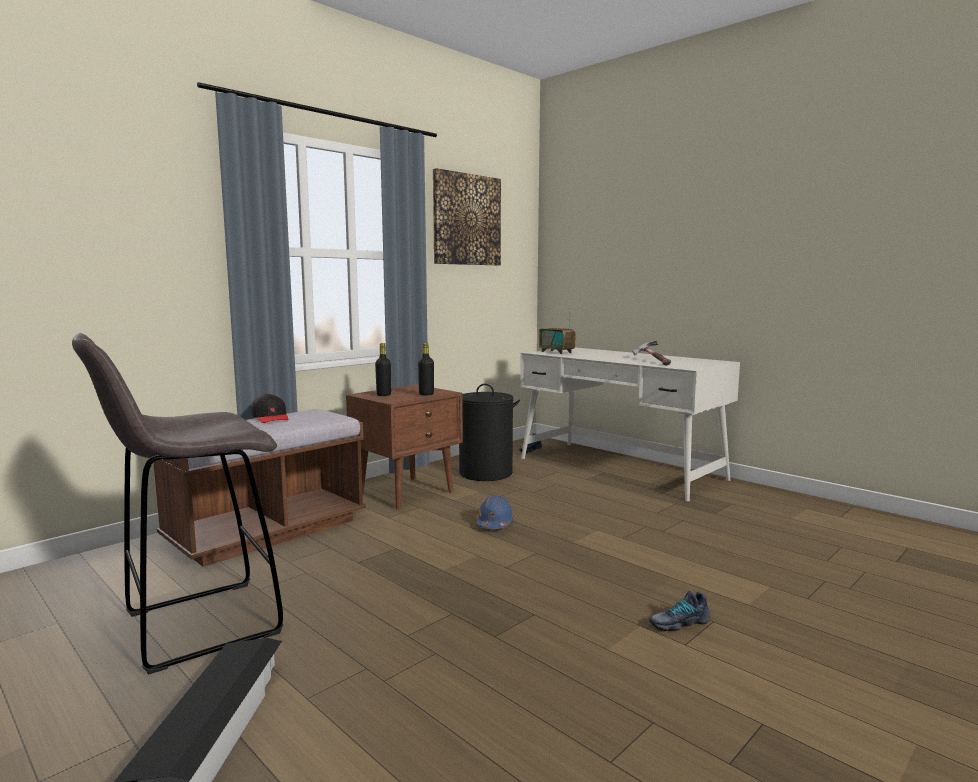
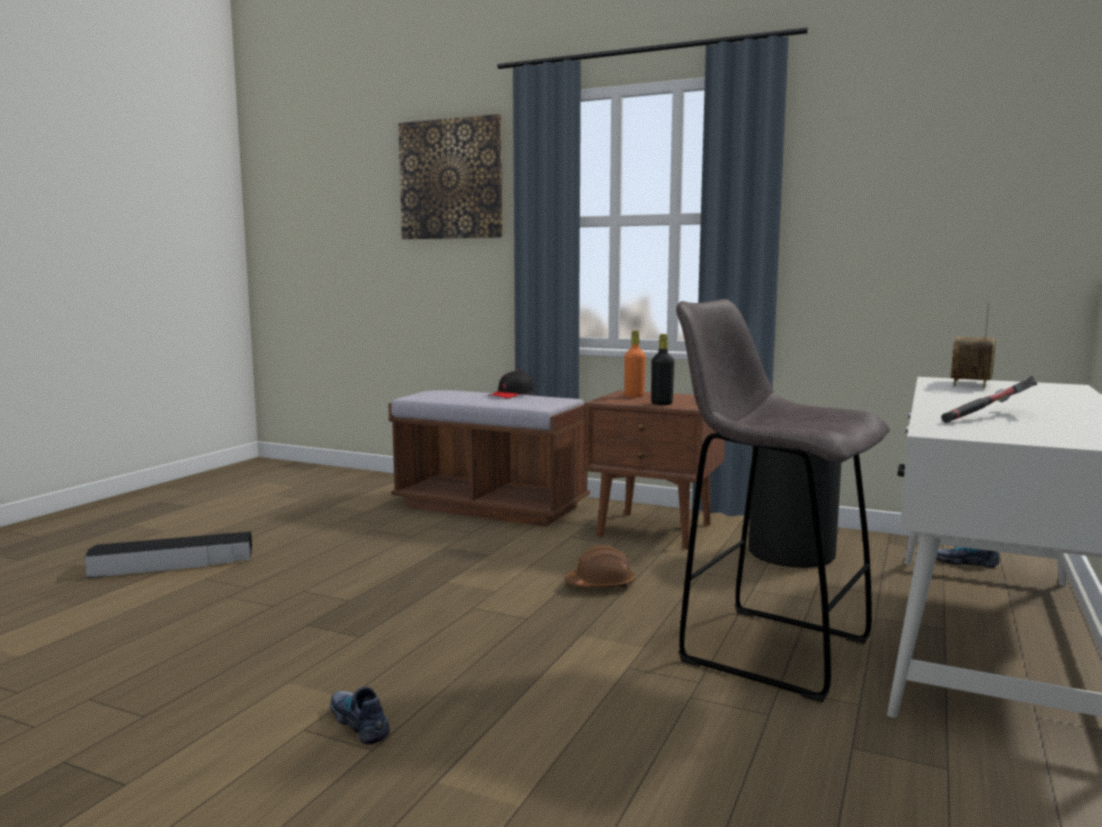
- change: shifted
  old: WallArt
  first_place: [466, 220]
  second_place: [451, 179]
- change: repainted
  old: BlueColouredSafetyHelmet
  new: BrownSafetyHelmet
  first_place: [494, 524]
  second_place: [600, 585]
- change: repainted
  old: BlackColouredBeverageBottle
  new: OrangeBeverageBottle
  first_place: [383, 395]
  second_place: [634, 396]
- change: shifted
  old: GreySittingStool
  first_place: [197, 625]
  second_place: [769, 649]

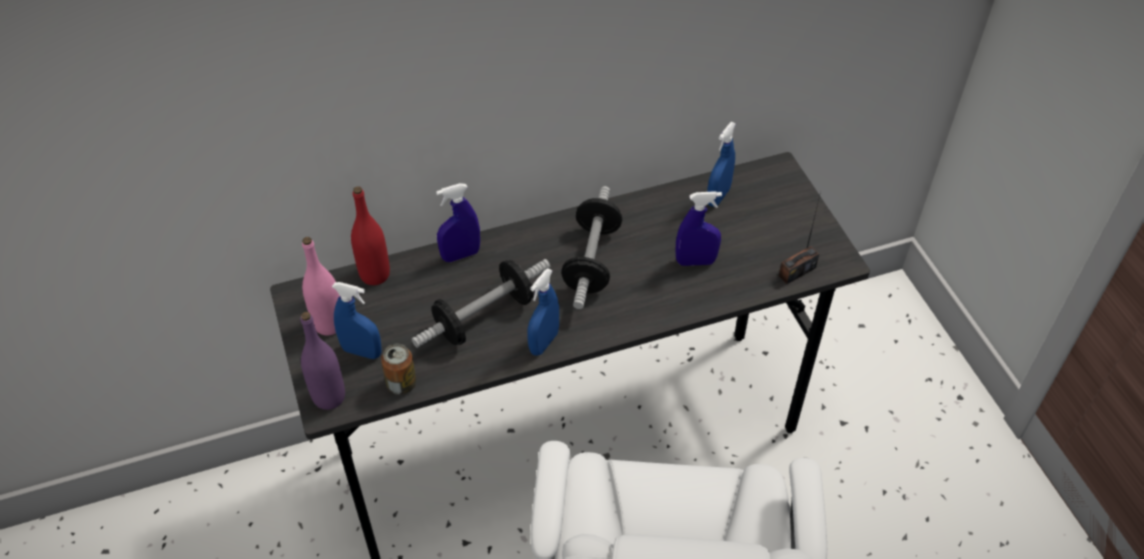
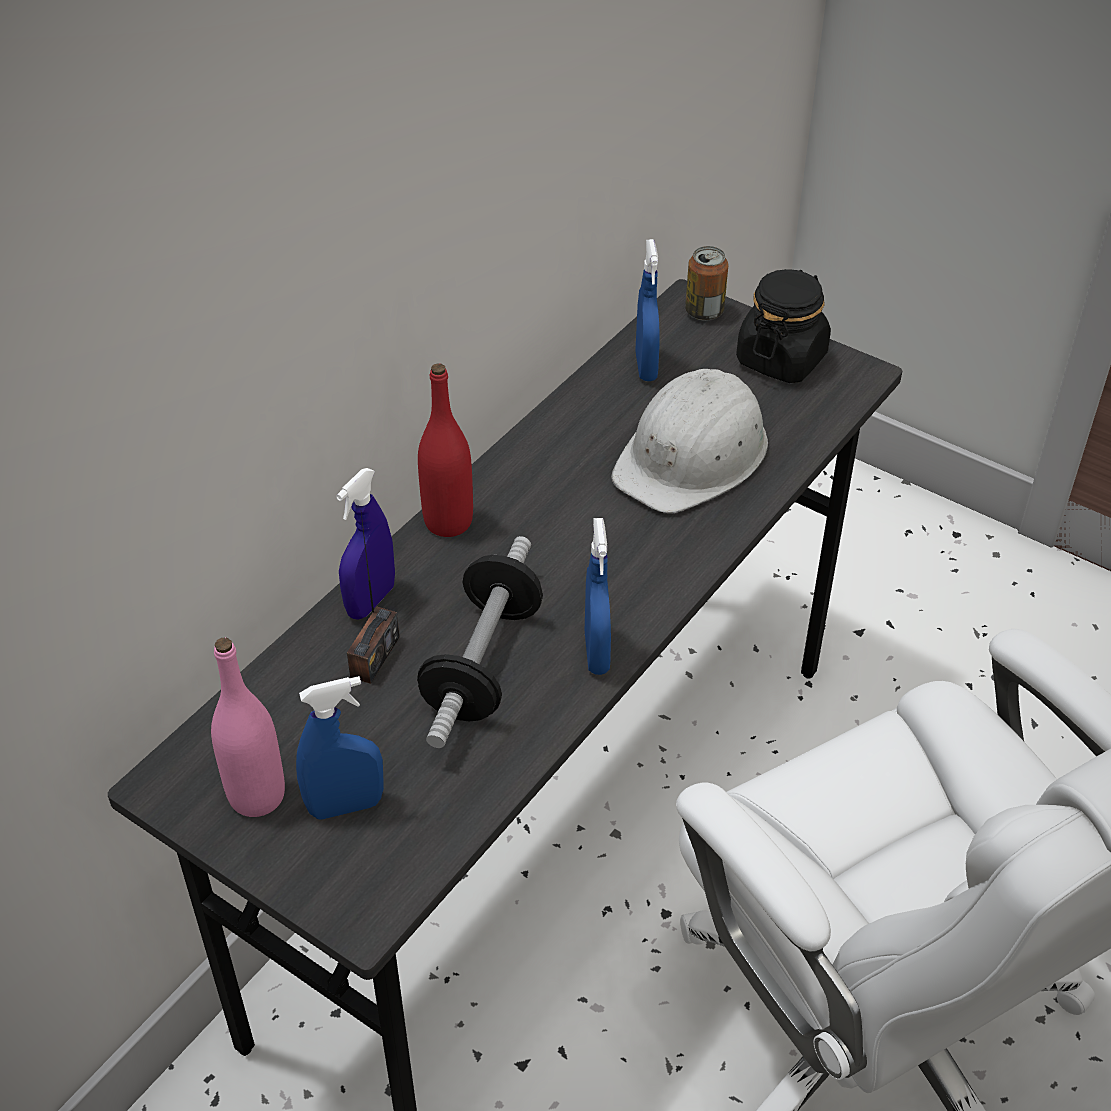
- change: shifted
  old: Radio
  first_place: [796, 271]
  second_place: [374, 656]
- change: shifted
  old: RedBeverageBottle
  first_place: [375, 274]
  second_place: [448, 522]
- change: swapped
  old: BlueColouredSprayBottle
  new: WhiteSafetyHelmet
  first_place: [695, 261]
  second_place: [693, 455]
- change: shifted
  old: MetalCan
  first_place: [401, 384]
  second_place: [704, 312]
- change: new
  new: BlackColouredStorageJar
  second_place: [781, 359]
- change: gone
  old: PurplishBeverageBottle
  first_place: [329, 397]
- change: gone
  old: Dumbbell
  first_place: [592, 260]

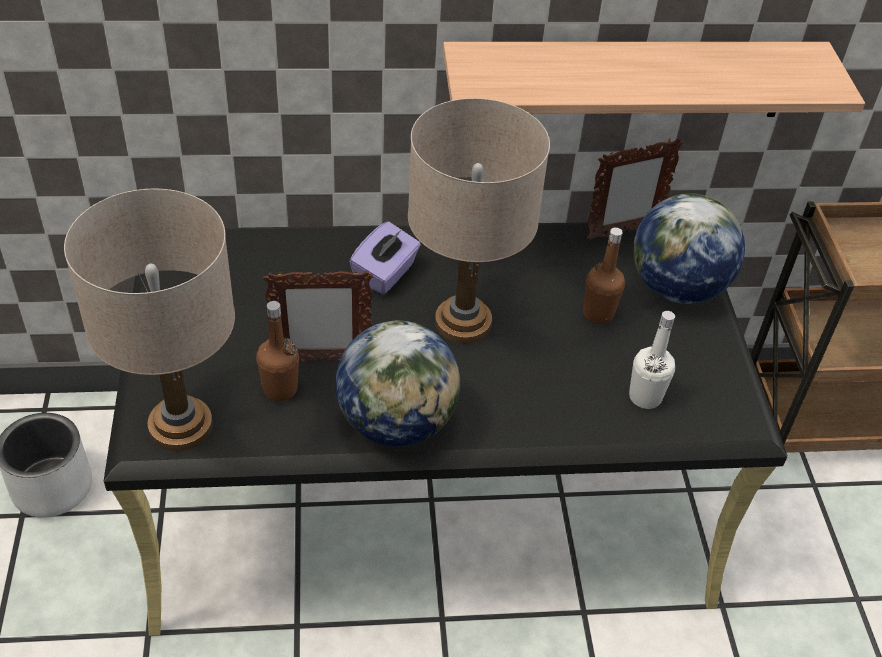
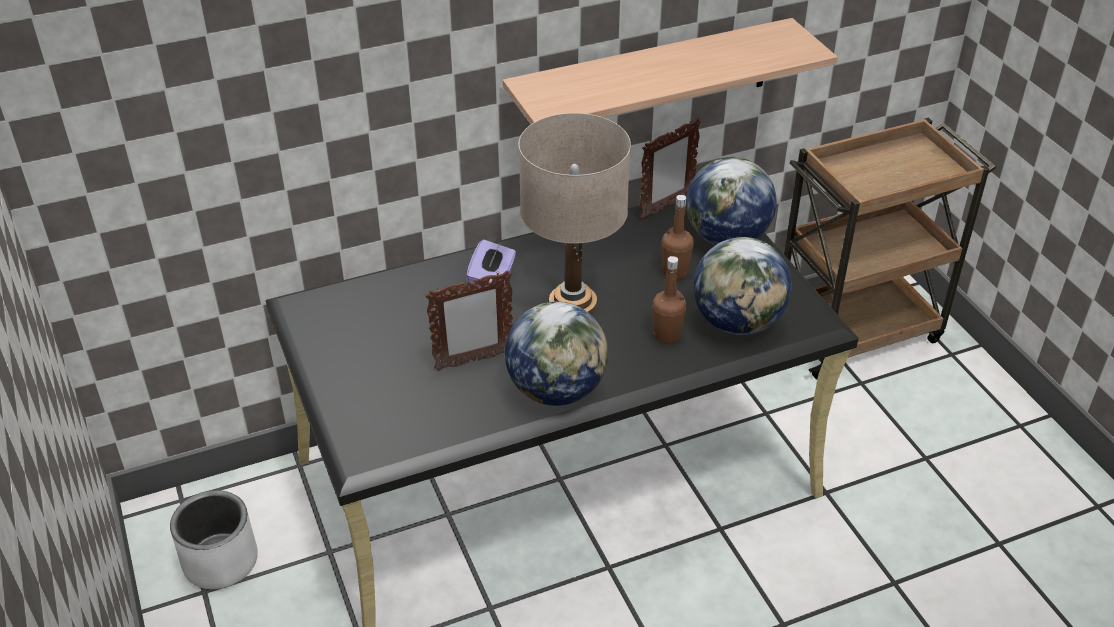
- change: shifted
  old: BrownBeverageBottle
  first_place: [280, 389]
  second_place: [667, 335]
- change: swapped
  old: WhiteBeverageBottle
  new: DeskGlobe
  first_place: [645, 397]
  second_place: [738, 322]
- change: gone
  old: BeigeTabletopLamp
  first_place: [180, 426]

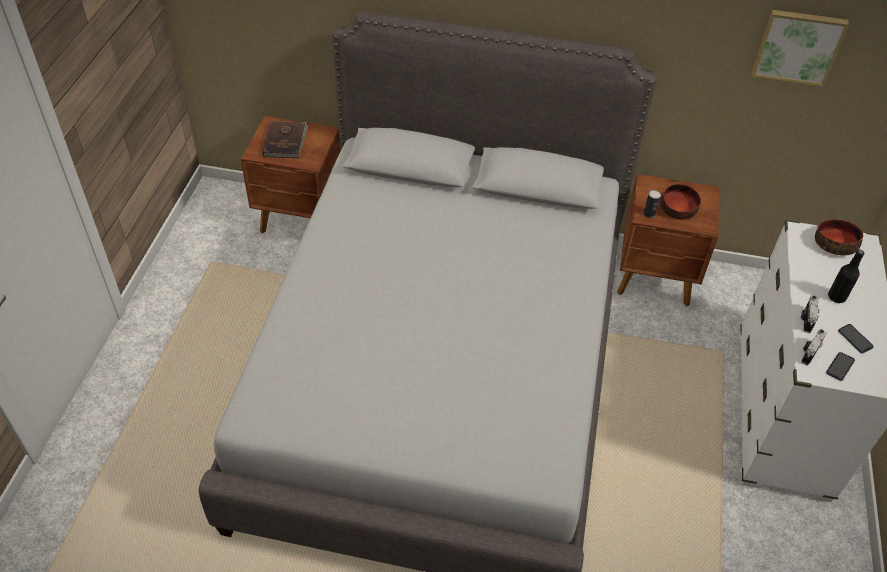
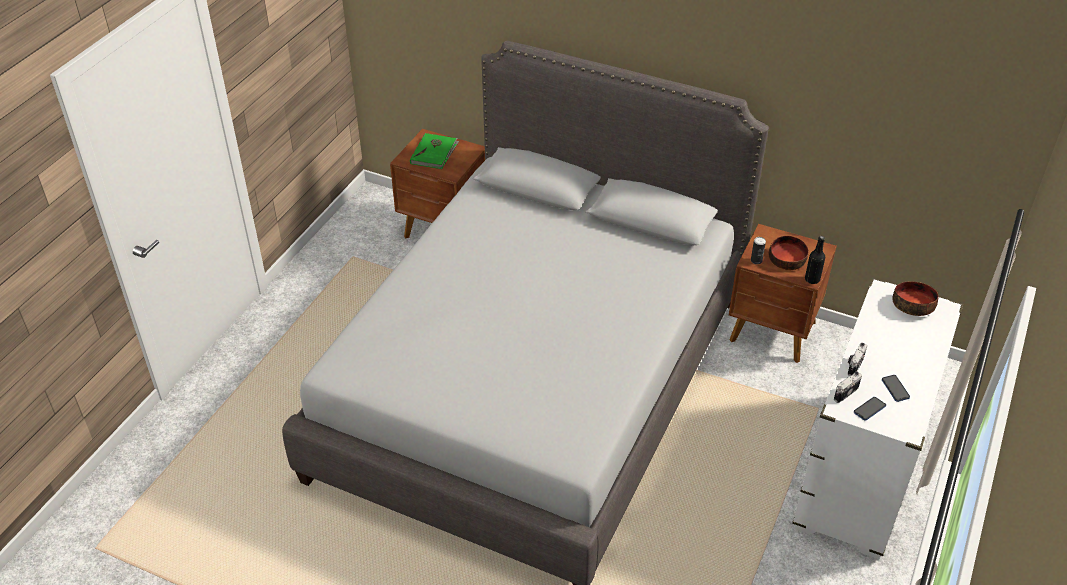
- change: repainted
  old: BrownBoundBook
  new: GreenBoundBook
  first_place: [285, 141]
  second_place: [434, 153]
- change: shifted
  old: BlackColouredBeverageBottle
  first_place: [836, 297]
  second_place: [812, 279]
- change: gone
  old: WallArt
  first_place: [798, 46]

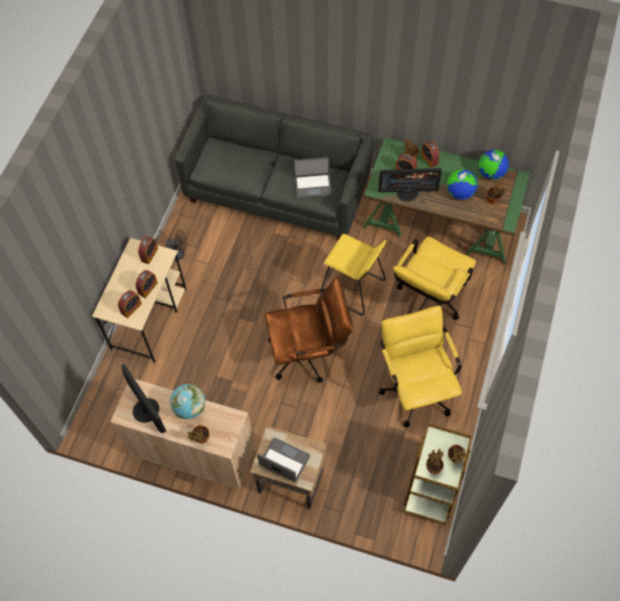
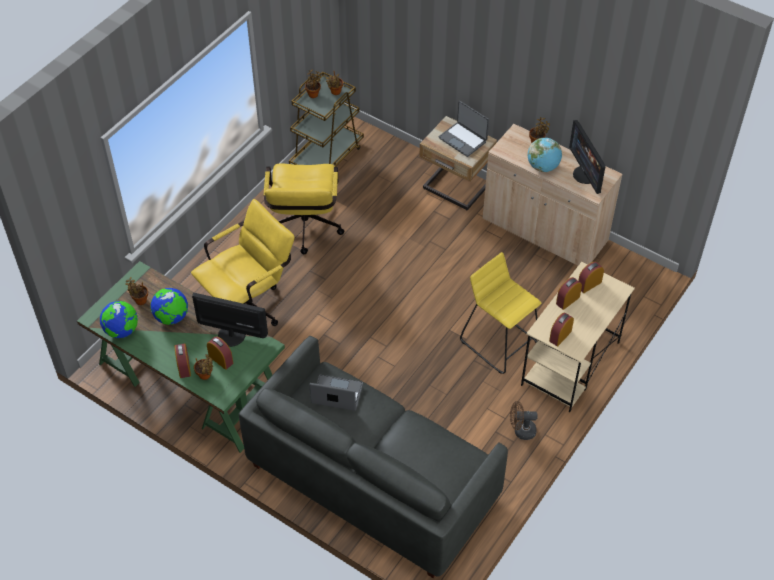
- change: shifted
  old: YellowColouredSittingStool
  first_place: [352, 288]
  second_place: [500, 342]
- change: gone
  old: BrownDeskChair
  first_place: [309, 352]

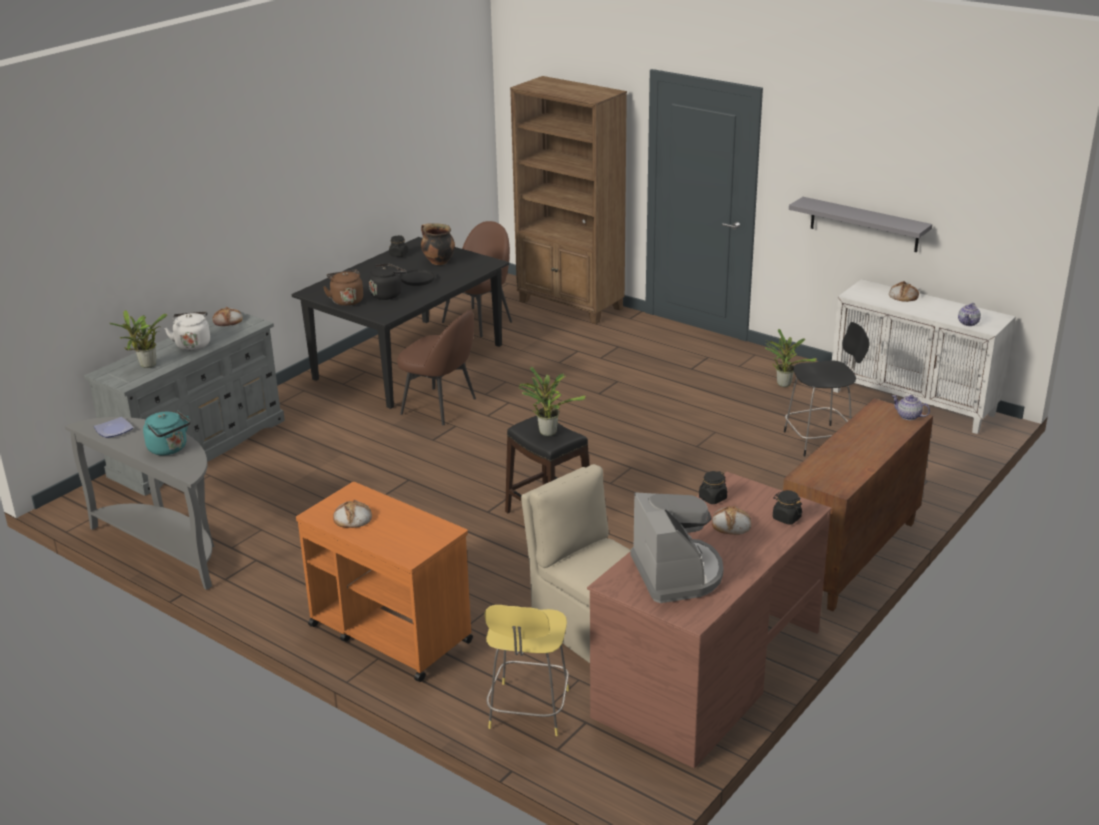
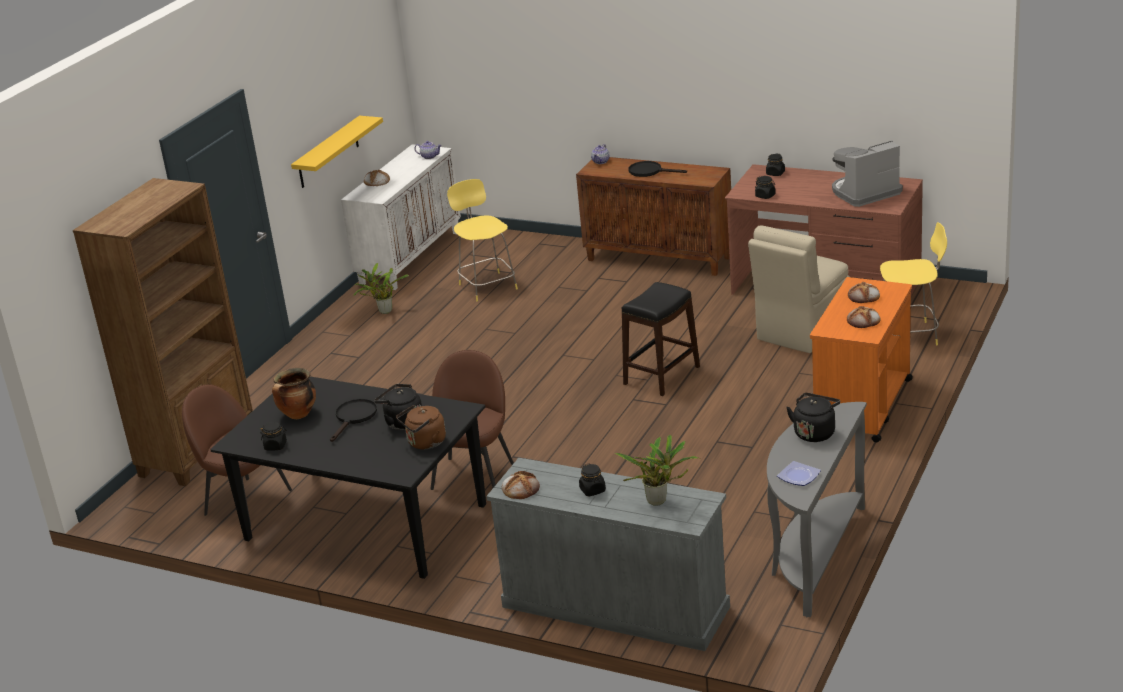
- change: repainted
  old: GreyBracketShelf
  new: YellowColouredBracketShelf
  first_place: [864, 224]
  second_place: [328, 152]
- change: repainted
  old: BlackColouredSittingStool
  new: YellowColouredSittingStool
  first_place: [820, 440]
  second_place: [487, 286]
- change: swapped
  old: WhiteKettle
  new: BlackColouredStorageJar
  first_place: [193, 344]
  second_place: [593, 490]
- change: new
  new: BlackColouredPan
  second_place: [650, 171]
- change: repainted
  old: TurquoiseKettle
  new: BlackColouredKettle
  first_place: [169, 449]
  second_place: [815, 432]
- change: shifted
  old: BakedBread
  first_place: [730, 524]
  second_place: [864, 296]
- change: gone
  old: PottedPlant
  first_place: [547, 431]

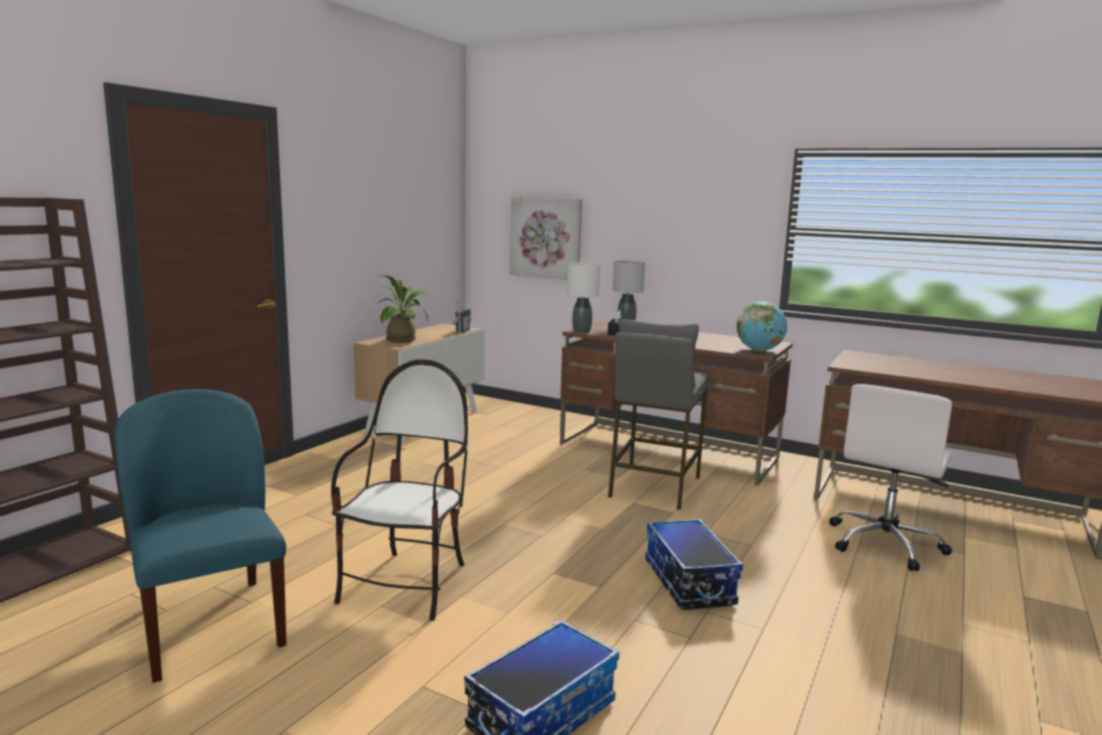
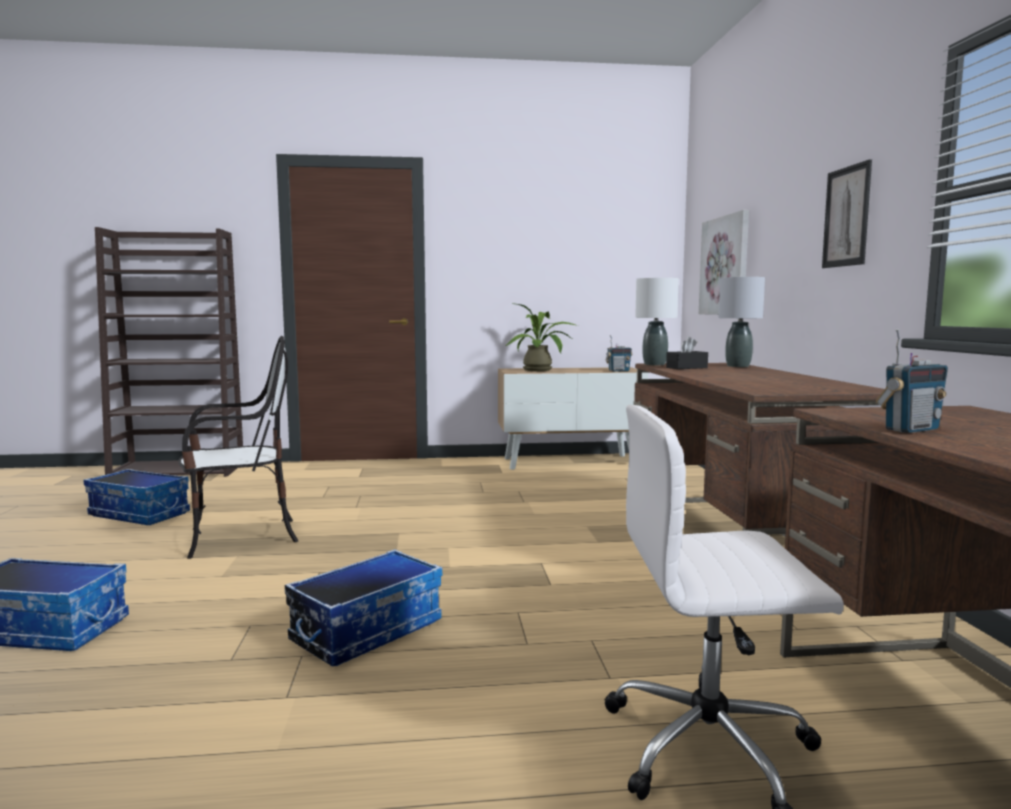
- change: swapped
  old: BlueColouredPlainChair
  new: StorageContainer
  first_place: [210, 625]
  second_place: [140, 514]
- change: new
  new: WallArt
  second_place: [846, 217]
- change: new
  new: Radio
  second_place: [910, 429]
- change: gone
  old: GreySittingStool
  first_place: [653, 487]
- change: gone
  old: DeskGlobe
  first_place: [759, 350]

